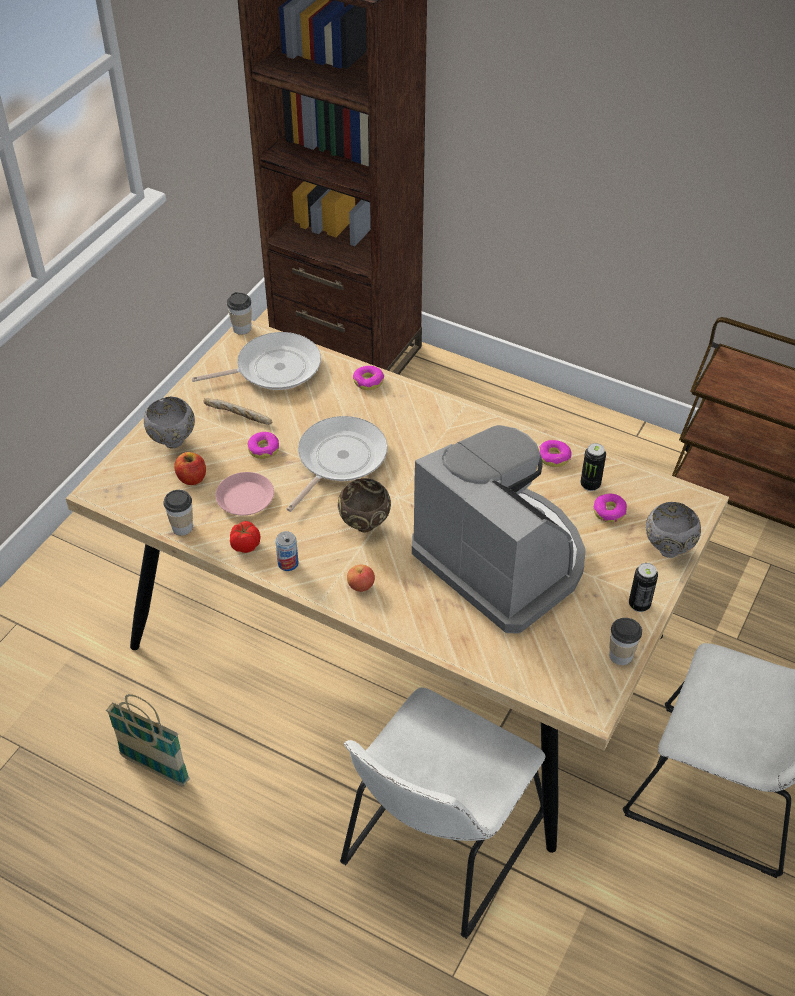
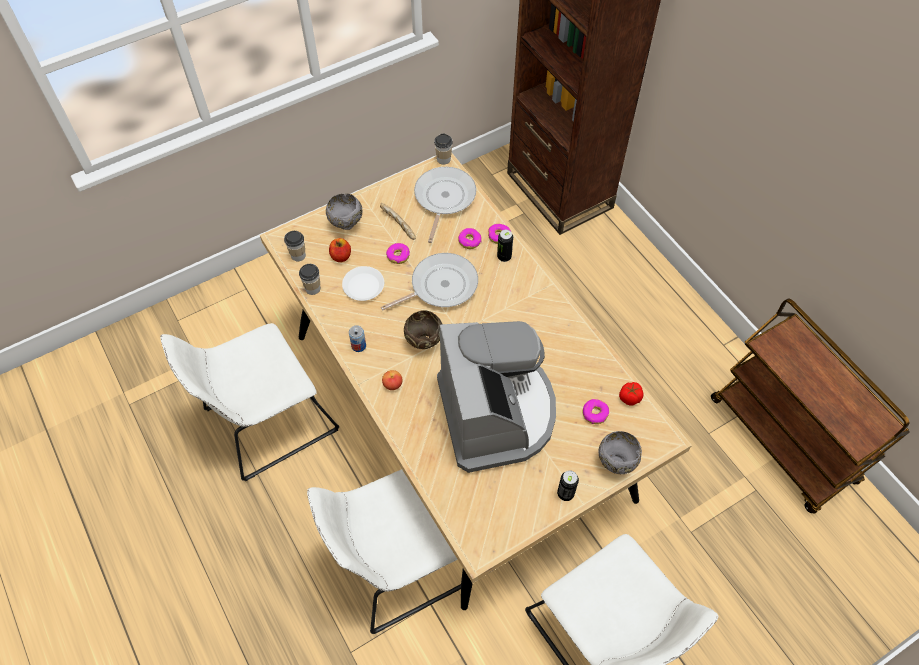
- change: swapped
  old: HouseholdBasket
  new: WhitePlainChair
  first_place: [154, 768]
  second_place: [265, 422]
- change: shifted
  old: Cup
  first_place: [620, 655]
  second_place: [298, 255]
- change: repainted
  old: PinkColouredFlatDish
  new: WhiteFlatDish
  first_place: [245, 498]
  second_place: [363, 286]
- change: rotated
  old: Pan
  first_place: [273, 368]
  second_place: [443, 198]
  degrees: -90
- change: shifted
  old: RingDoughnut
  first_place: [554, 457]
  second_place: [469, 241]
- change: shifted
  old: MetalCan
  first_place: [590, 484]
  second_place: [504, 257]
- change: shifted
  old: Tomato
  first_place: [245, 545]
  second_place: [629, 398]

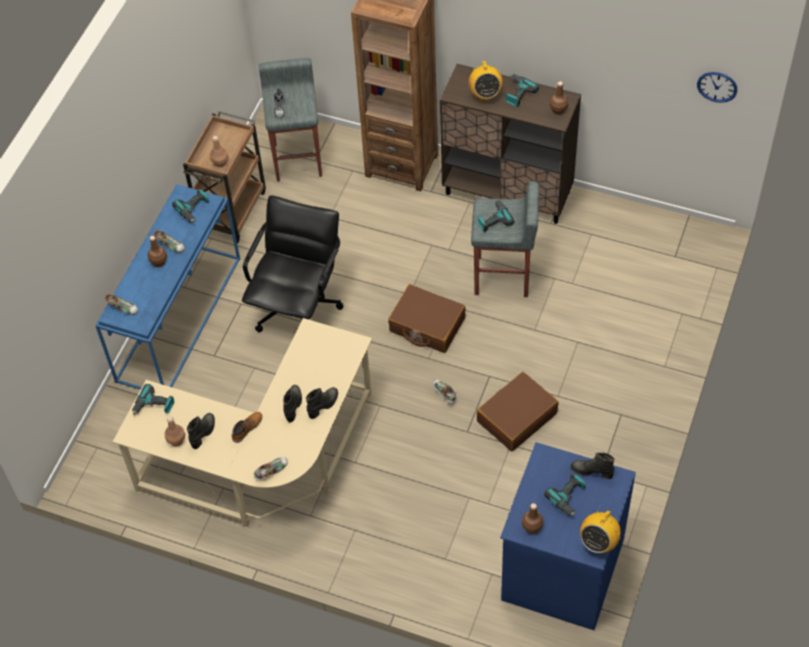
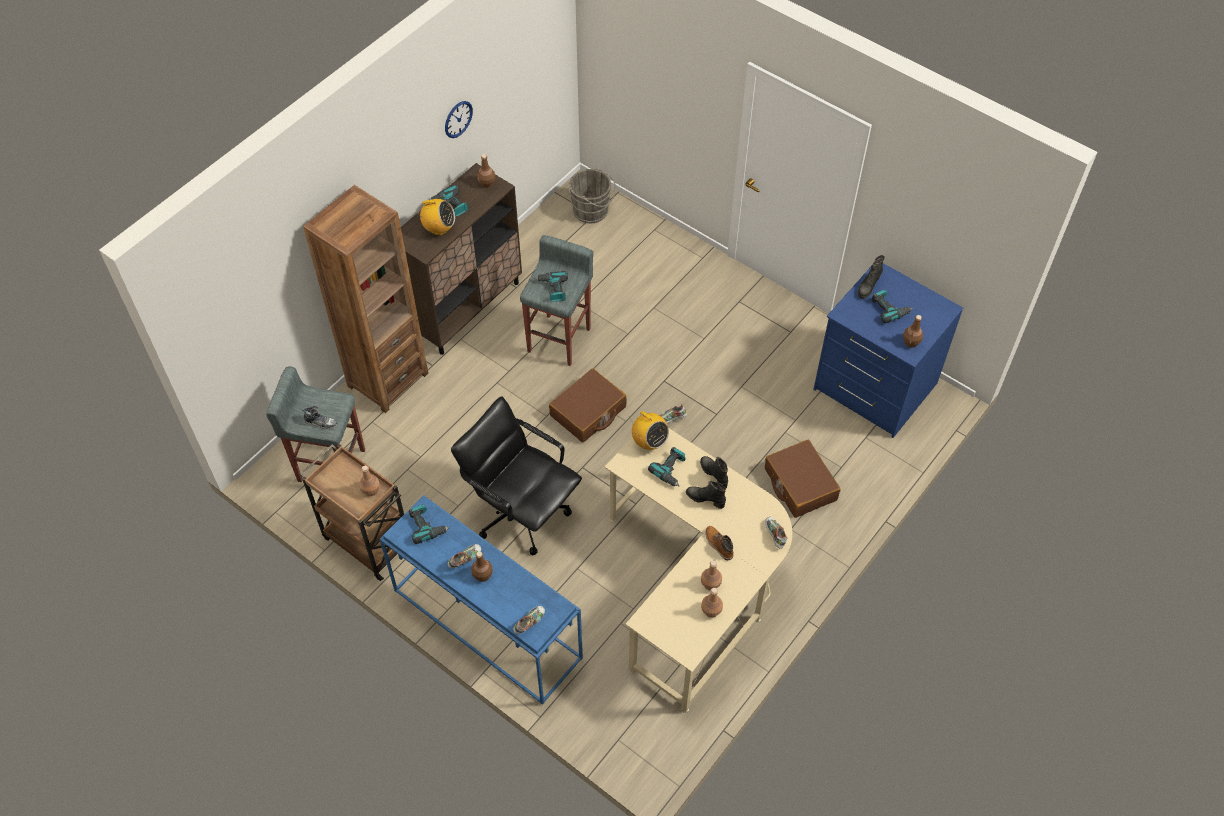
- change: shifted
  old: WallClock
  first_place: [717, 86]
  second_place: [458, 119]
- change: new
  new: GreyPail
  second_place: [593, 211]
- change: shifted
  old: Radio
  first_place: [599, 542]
  second_place: [649, 442]
- change: shifted
  old: Drill
  first_place: [154, 406]
  second_place: [671, 470]
- change: swapped
  old: BlackColouredBoot
  new: BrownBeverageBottle
  first_place: [203, 433]
  second_place: [710, 584]
- change: shifted
  old: BrownTravelCase
  first_place: [516, 417]
  second_place: [799, 484]

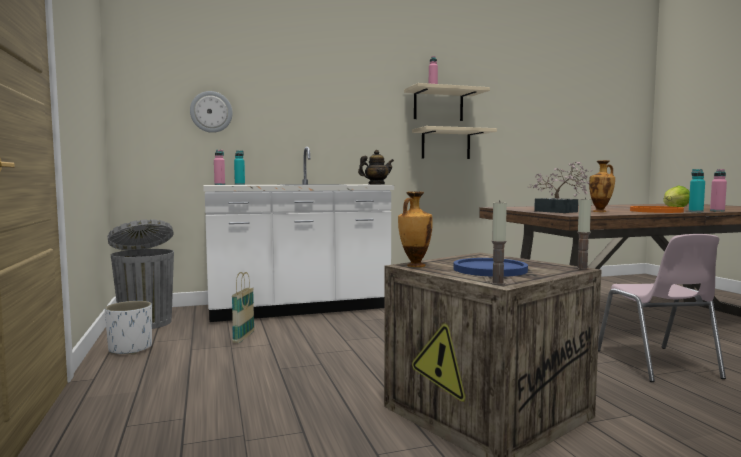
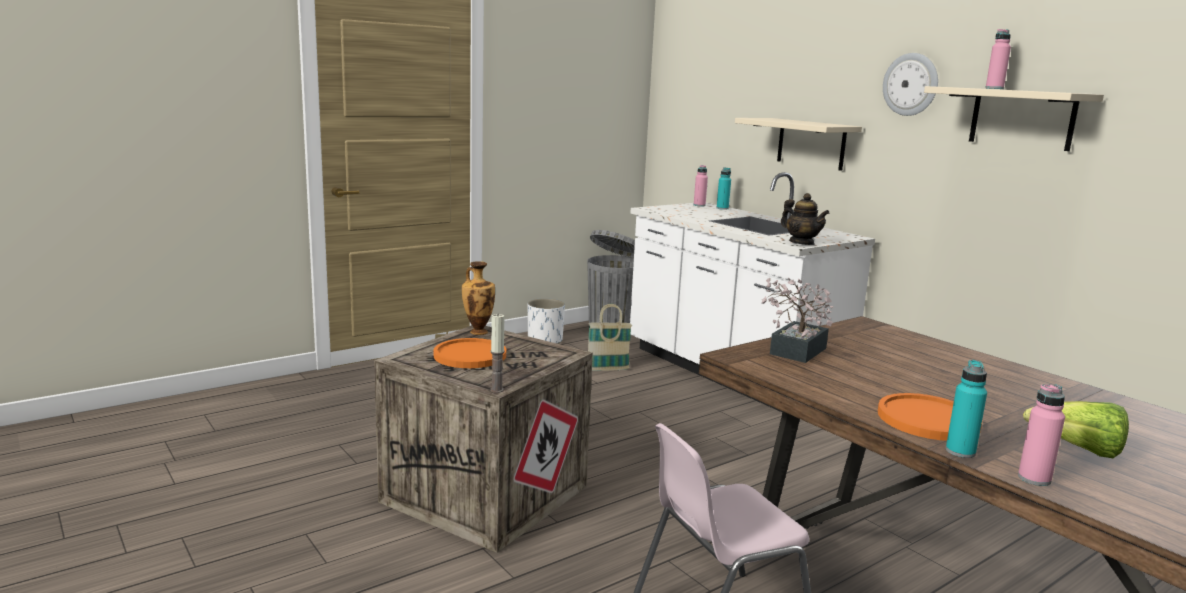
- change: repainted
  old: BlueColouredFlatDish
  new: OrangeFlatDish
  first_place: [490, 269]
  second_place: [470, 355]
- change: shifted
  old: BeigeBracketShelf
  first_place: [446, 144]
  second_place: [811, 143]
- change: shifted
  old: WallClock
  first_place: [211, 112]
  second_place: [911, 84]
- change: gone
  old: WaxLight
  first_place: [497, 283]
- change: gone
  old: Vase
  first_place: [600, 211]

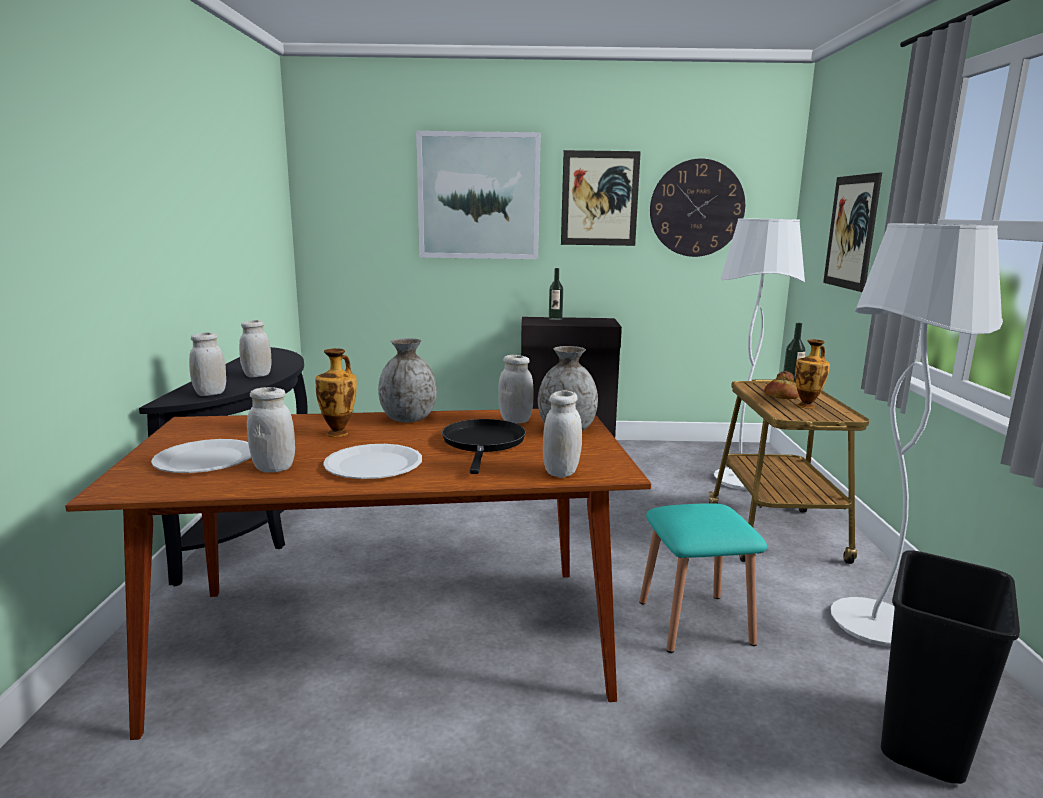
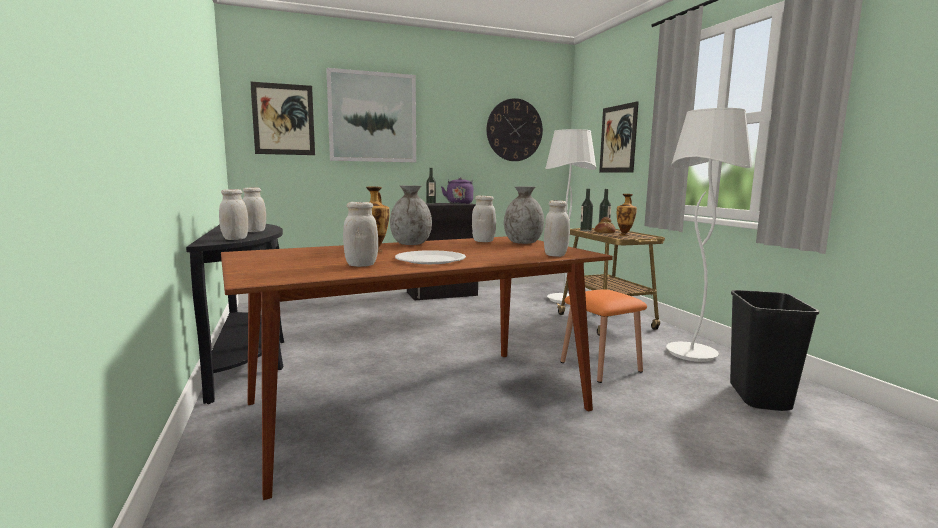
- change: shifted
  old: WallArt
  first_place: [599, 198]
  second_place: [283, 119]
- change: new
  new: PurplishKettle
  second_place: [459, 203]
- change: repainted
  old: TurquoiseSittingStool
  new: OrangeSittingStool
  first_place: [695, 622]
  second_place: [600, 366]
- change: new
  new: BeverageBottle
  second_place: [585, 230]
- change: gone
  old: WhiteFlatDish
  first_place: [206, 459]
- change: gone
  old: BlackColouredPan
  first_place: [483, 443]

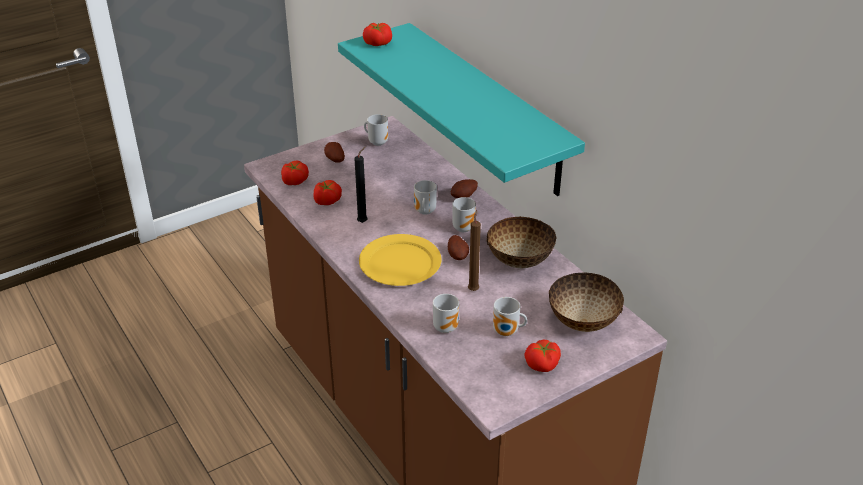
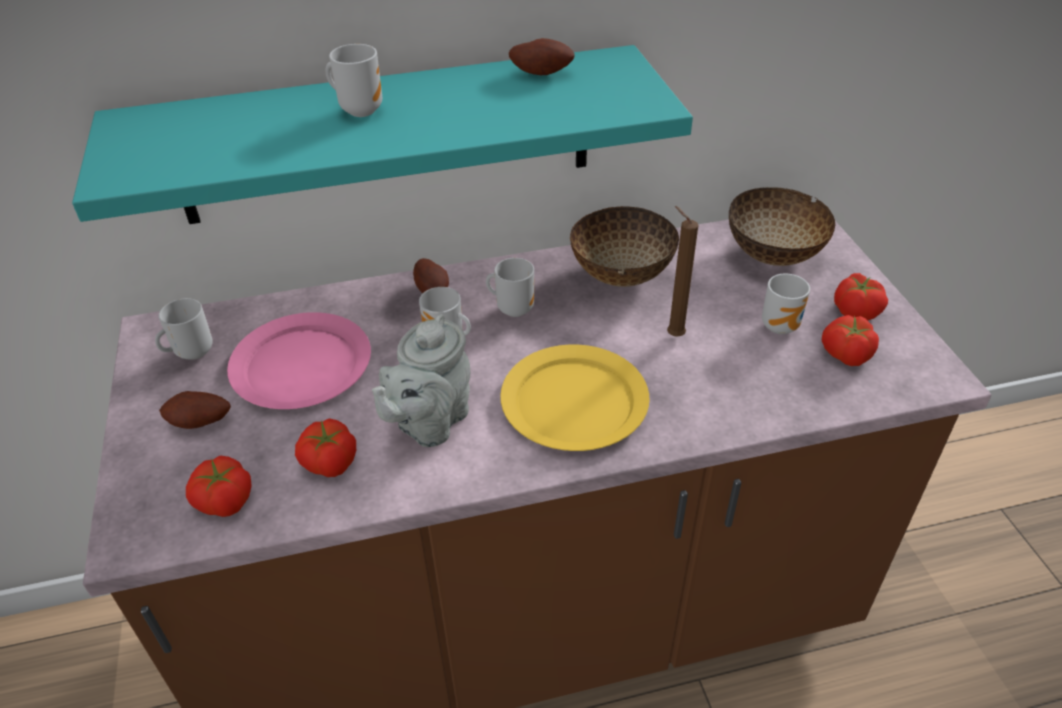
- change: new
  new: PinkColouredFlatDish
  second_place: [302, 366]
- change: shifted
  old: CoffeeMug
  first_place: [447, 327]
  second_place: [360, 110]
- change: swapped
  old: BlackColouredWaxLight
  new: GreyTeaPot
  first_place: [363, 221]
  second_place: [429, 423]
- change: shifted
  old: WholePotato
  first_place: [458, 255]
  second_place: [542, 72]
- change: shifted
  old: Tomato
  first_place: [377, 43]
  second_place: [845, 354]

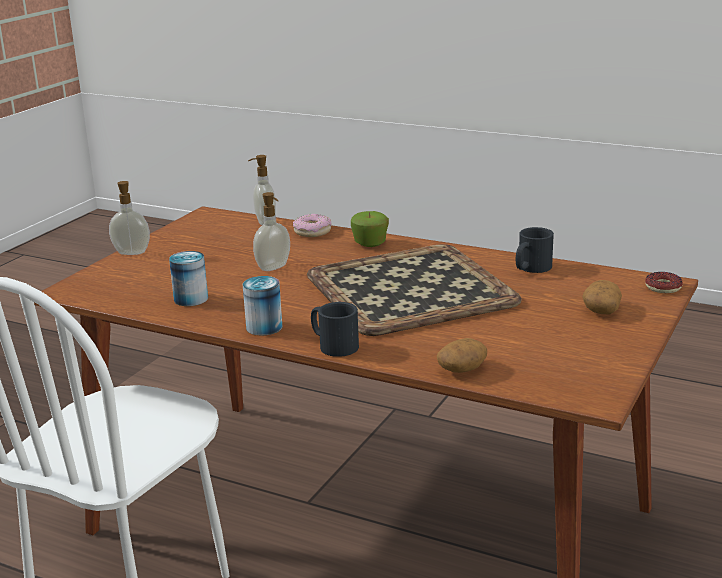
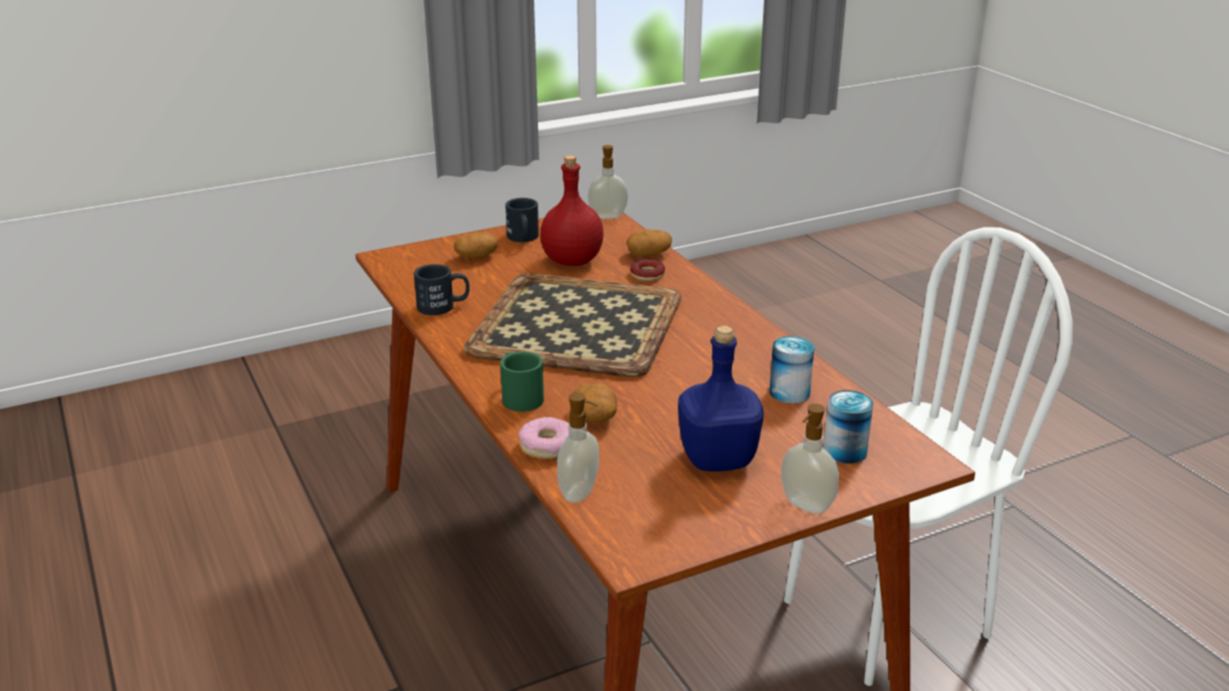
- change: swapped
  old: AppleFruit
  new: GreenCoffeeMug
  first_place: [370, 244]
  second_place: [519, 396]
- change: shifted
  old: BlackColouredCoffeeMug
  first_place: [333, 345]
  second_place: [523, 238]
- change: new
  new: RedBeverageBottle
  second_place: [571, 261]
- change: new
  new: WholePotato
  second_place: [595, 417]
- change: shifted
  old: LiquidSoapBottle
  first_place: [274, 267]
  second_place: [607, 216]
- change: shifted
  old: RingDoughnut
  first_place: [663, 287]
  second_place: [647, 275]
- change: new
  new: BlueColouredBeverageBottle
  second_place: [716, 459]
- change: shifted
  old: MetalCan
  first_place: [264, 327]
  second_place: [845, 451]

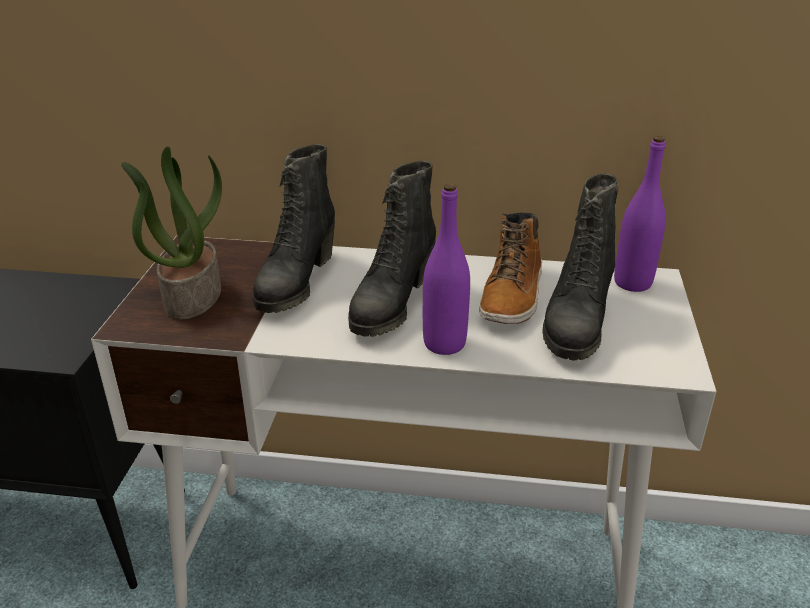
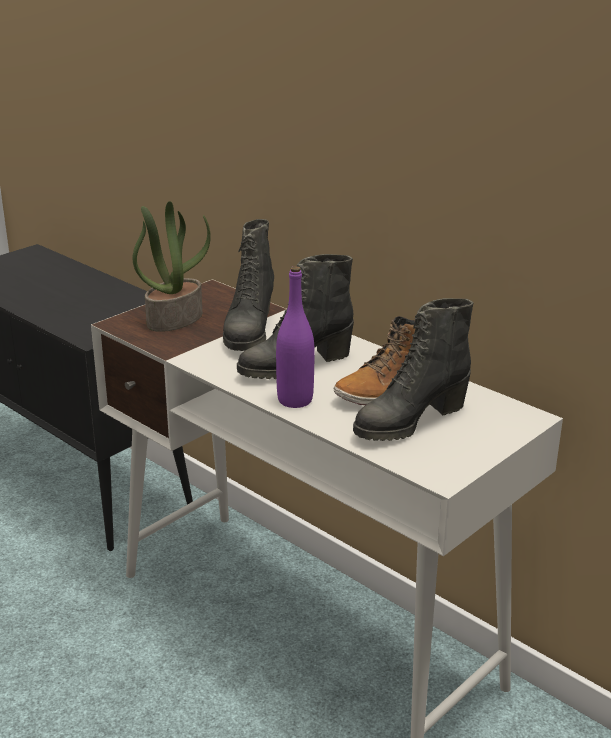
- change: rotated
  old: BlackColouredBoot
  first_place: [295, 282]
  second_place: [249, 332]
  degrees: -45
- change: gone
  old: PurplishBeverageBottle
  first_place: [632, 283]

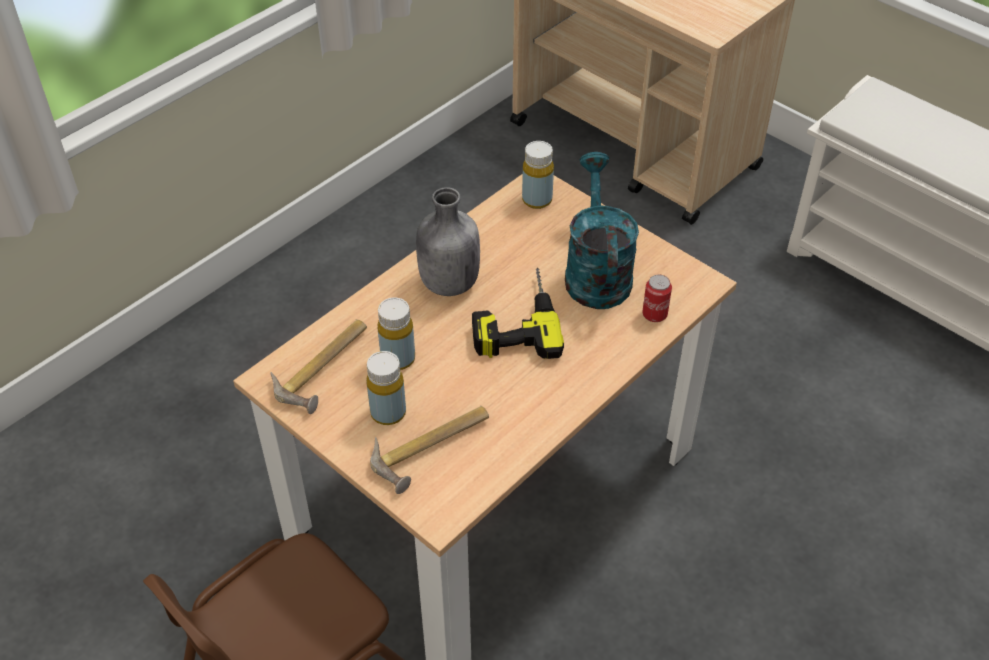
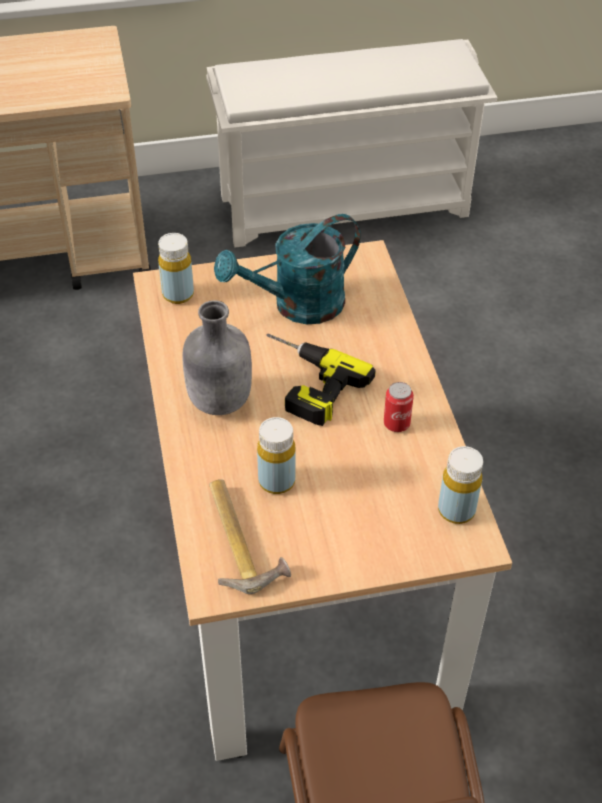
- change: rotated
  old: TurquoiseSprinklingCan
  first_place: [596, 272]
  second_place: [297, 306]
  degrees: -60
- change: shifted
  old: MetalCan
  first_place: [654, 314]
  second_place: [396, 424]
- change: shifted
  old: YellowColouredBeverageBottle
  first_place: [388, 413]
  second_place: [456, 510]
- change: gone
  old: ToolHammer
  first_place: [433, 449]

